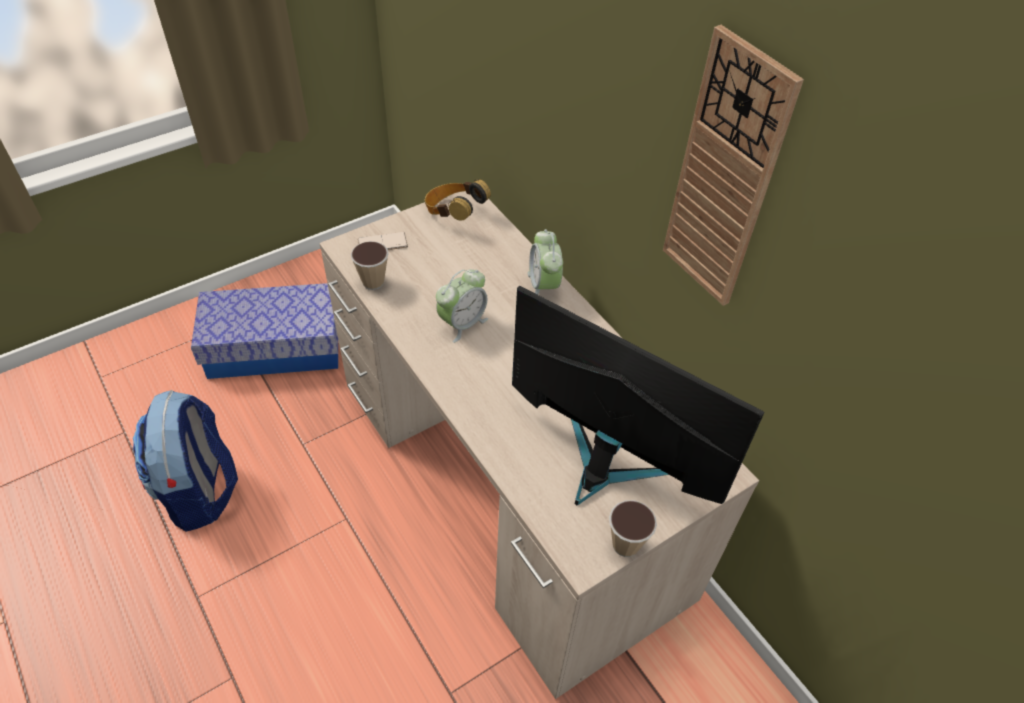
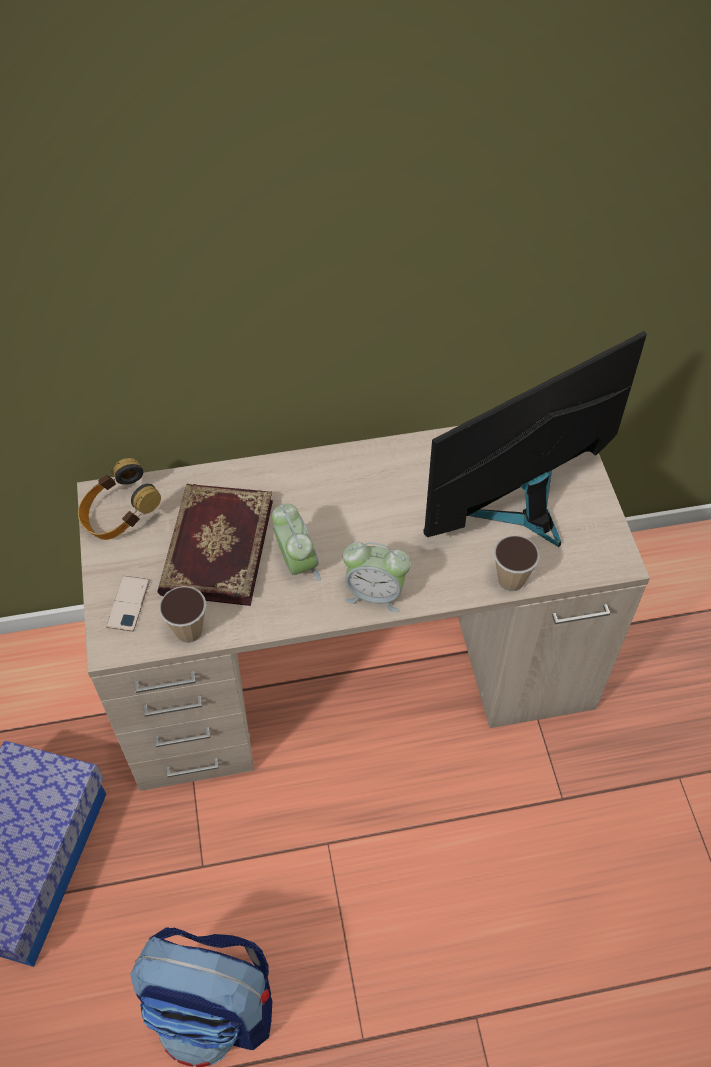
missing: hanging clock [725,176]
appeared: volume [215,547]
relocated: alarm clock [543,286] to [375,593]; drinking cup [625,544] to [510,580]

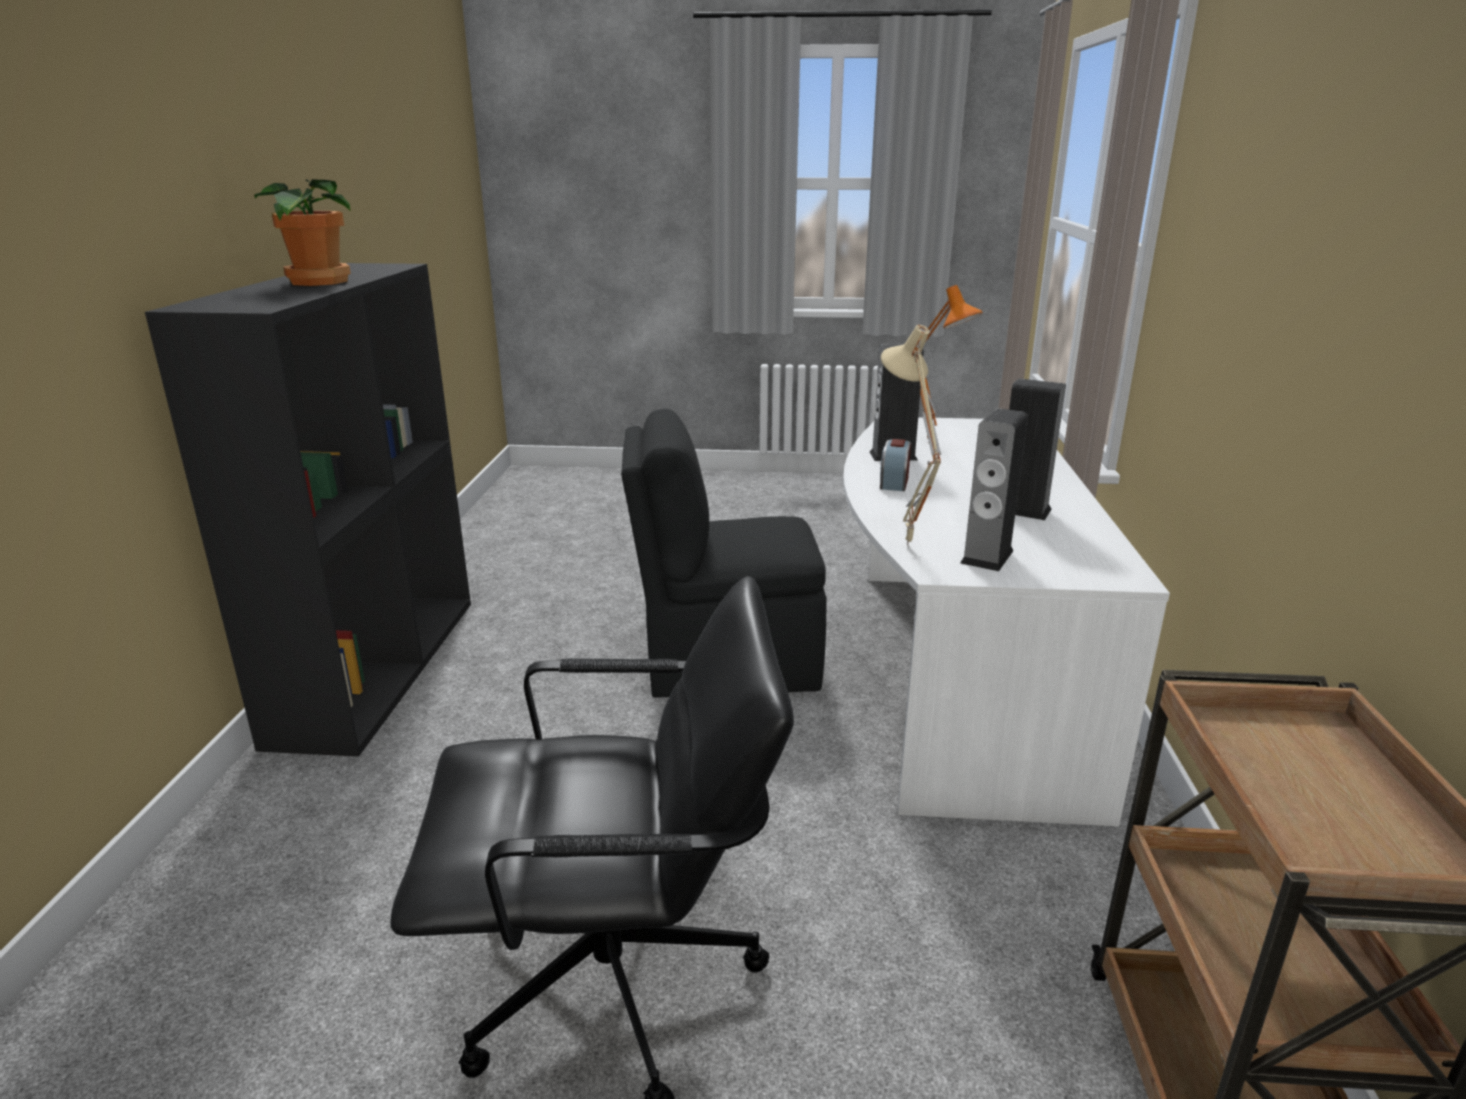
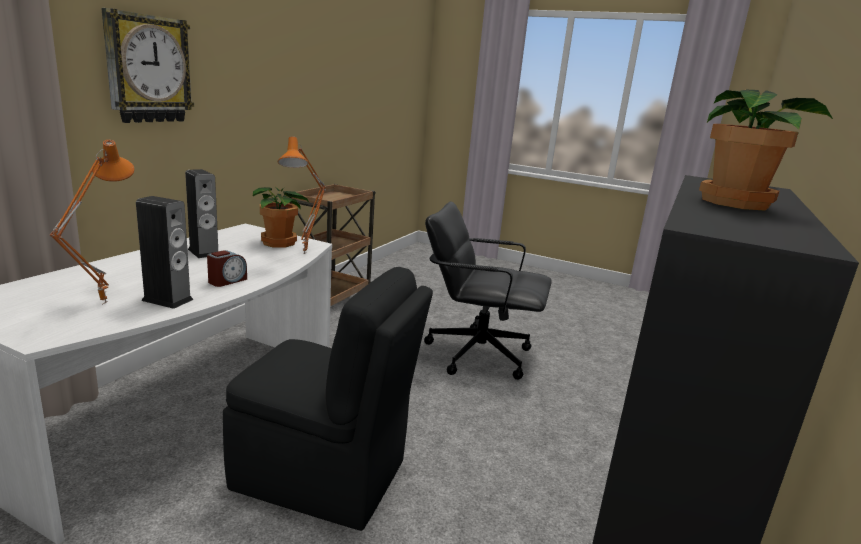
appeared: hanging clock [148,69]
exchanged: audio speaker [987,556] to plant in a pot [280,243]
colour: sand-coloured tabletop lamp [904,546] to orange-coloured tabletop lamp [307,253]

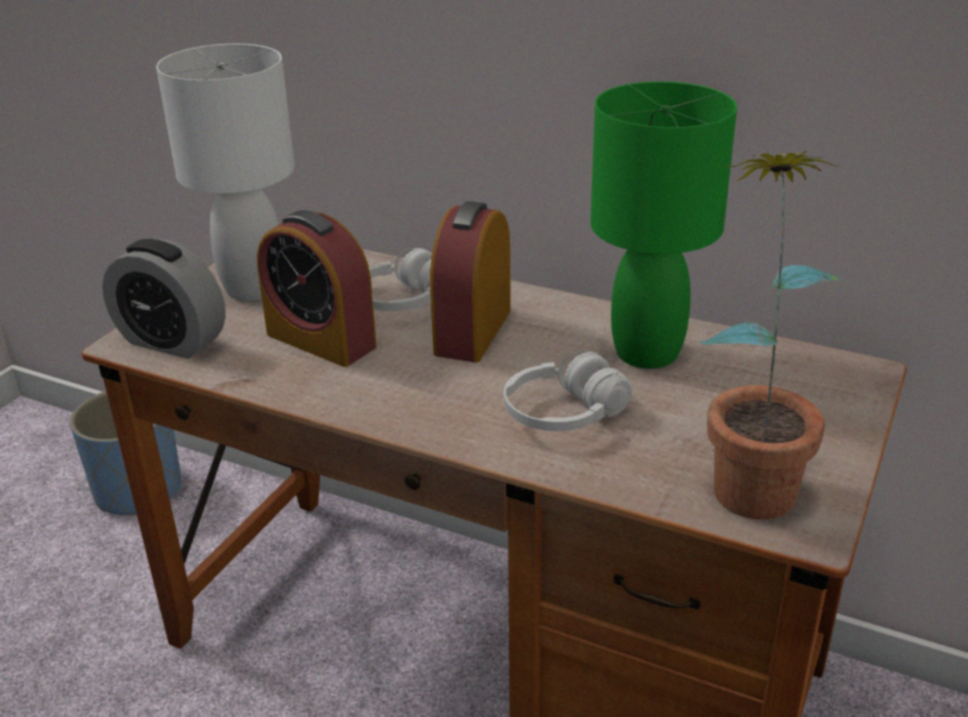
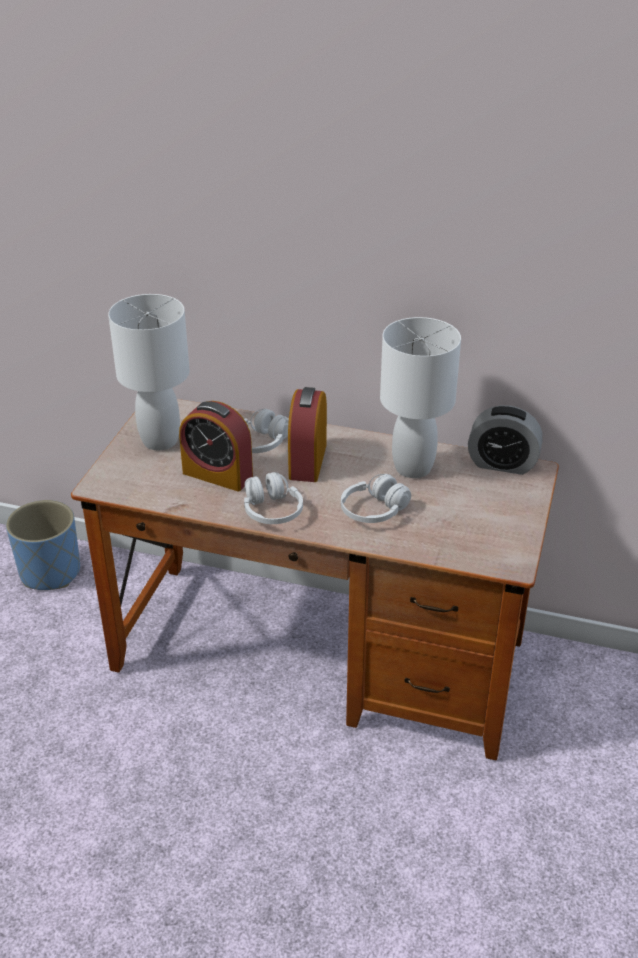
missing: plant in a pot [751,476]
appeared: white headset [272,511]
relocated: alarm clock [172,341] to [502,464]
colour: green-coloured tabletop lamp [648,353] to white tabletop lamp [413,468]

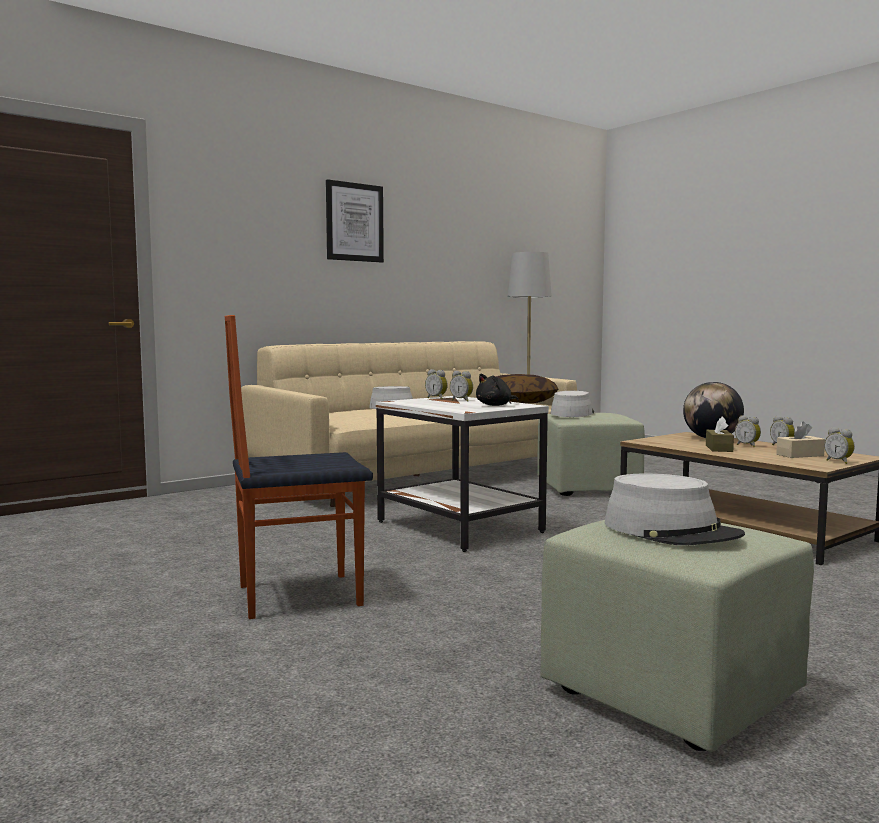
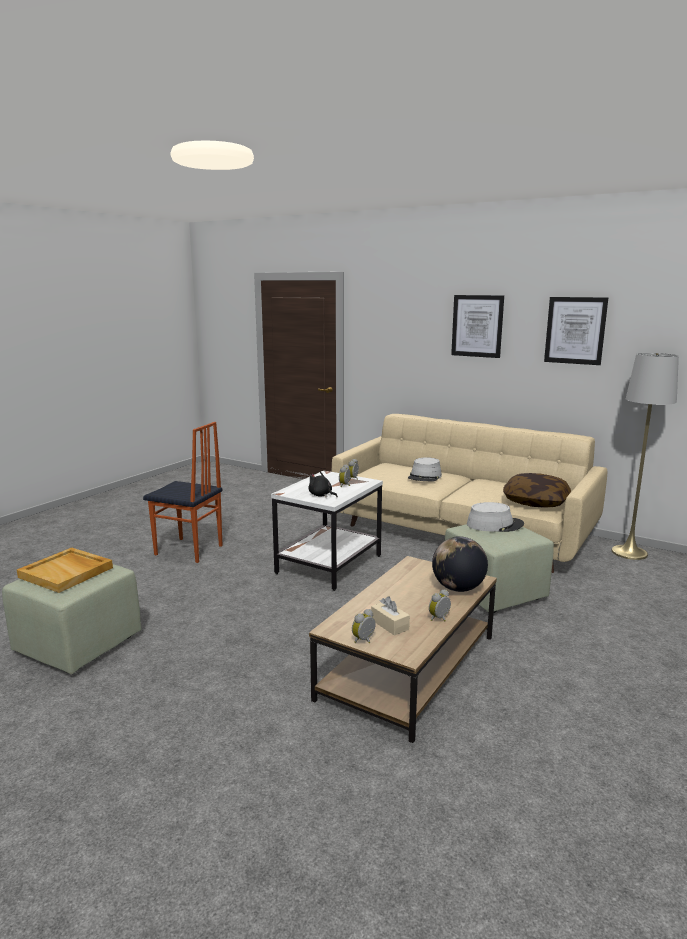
missing: alarm clock [748,446]; brown tissue box [719,448]
appeared: wall picture [575,330]
exchanged: greyish clothing hat [671,530] to sand-coloured tray [67,572]
spun: chair [298,595] = [188,551] 150 degrees clockwise

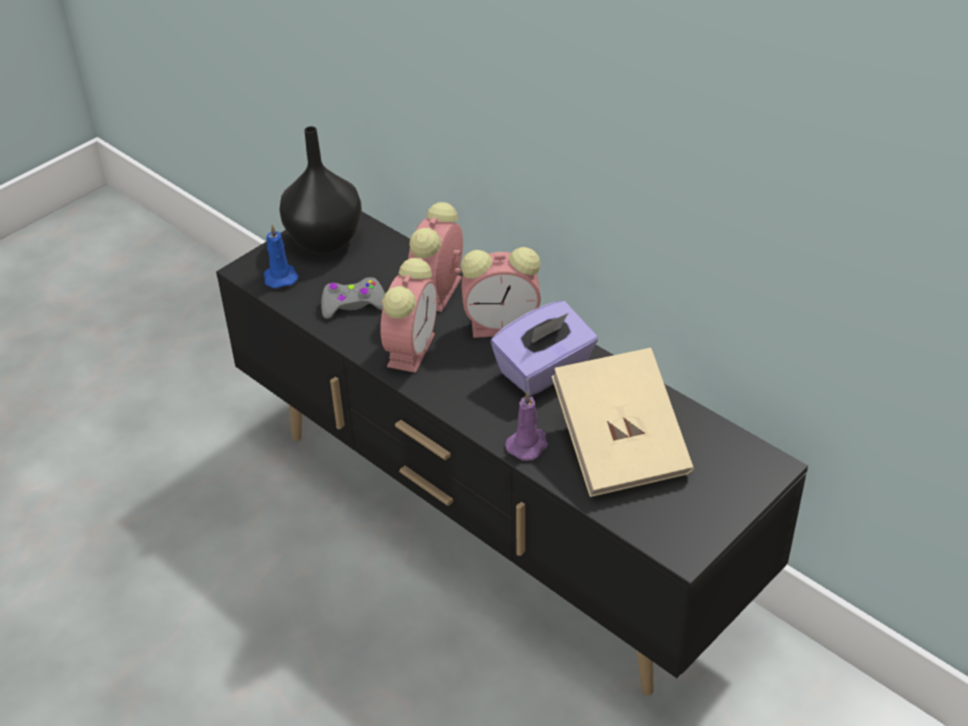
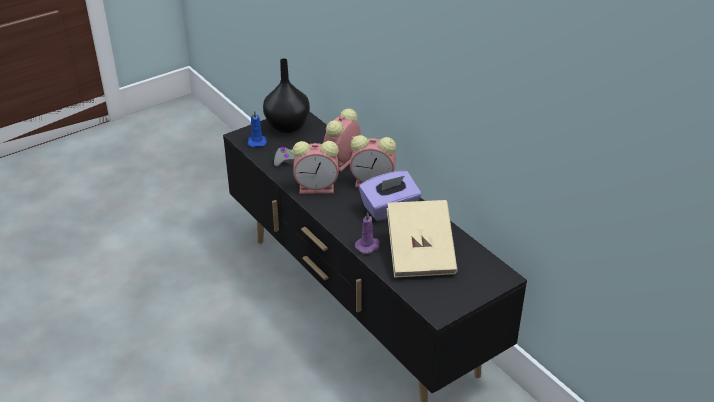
spun: alarm clock [411,348] = [318,187] 60 degrees clockwise

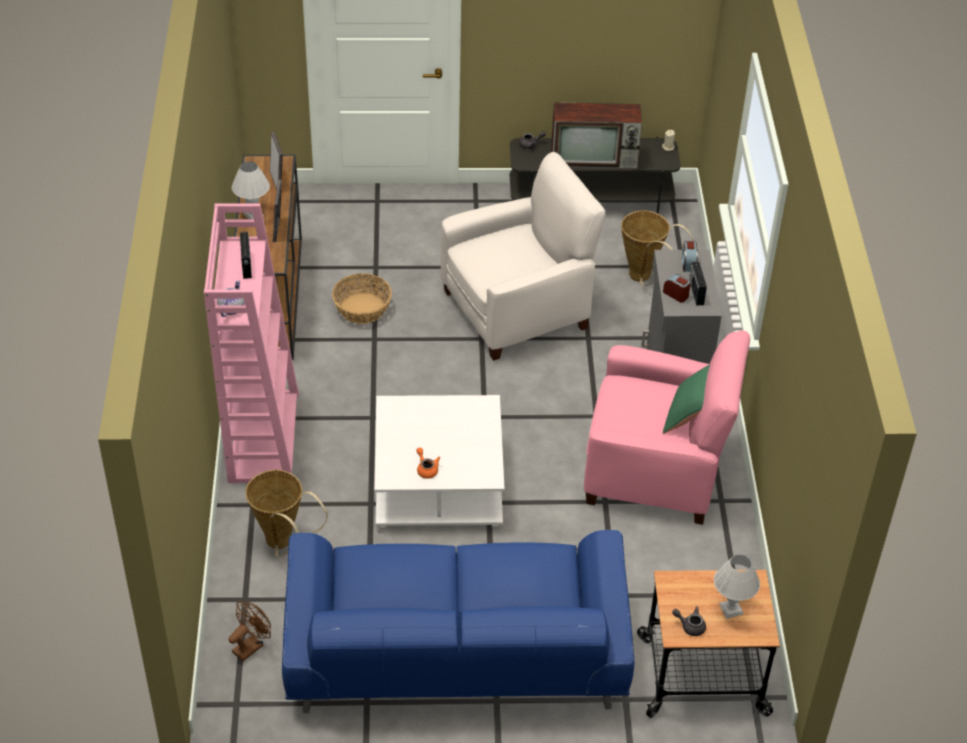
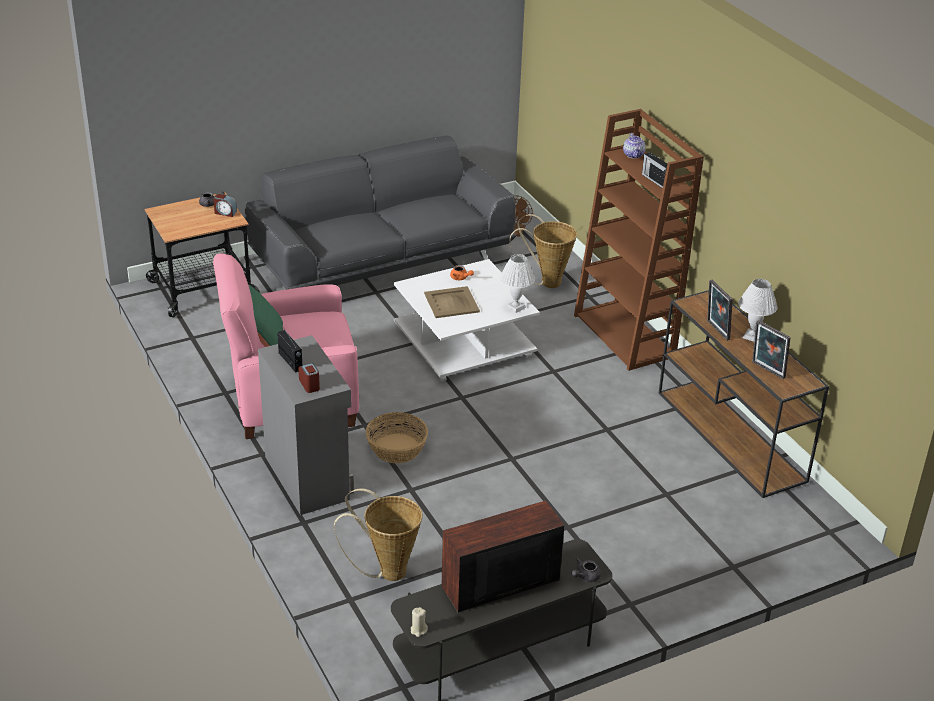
missing: white lounge chair [517,309]
appeared: sand-coloured tray [451,302]
relocated: basket [362,308] to [397,449]; alarm clock [676,294] to [225,212]; white tabletop lamp [731,609] to [515,307]
colour: pinkish bookcase [263,436] to brown bookcase [625,336]; blue-coloured sofa [455,653] to greyish sofa [382,260]

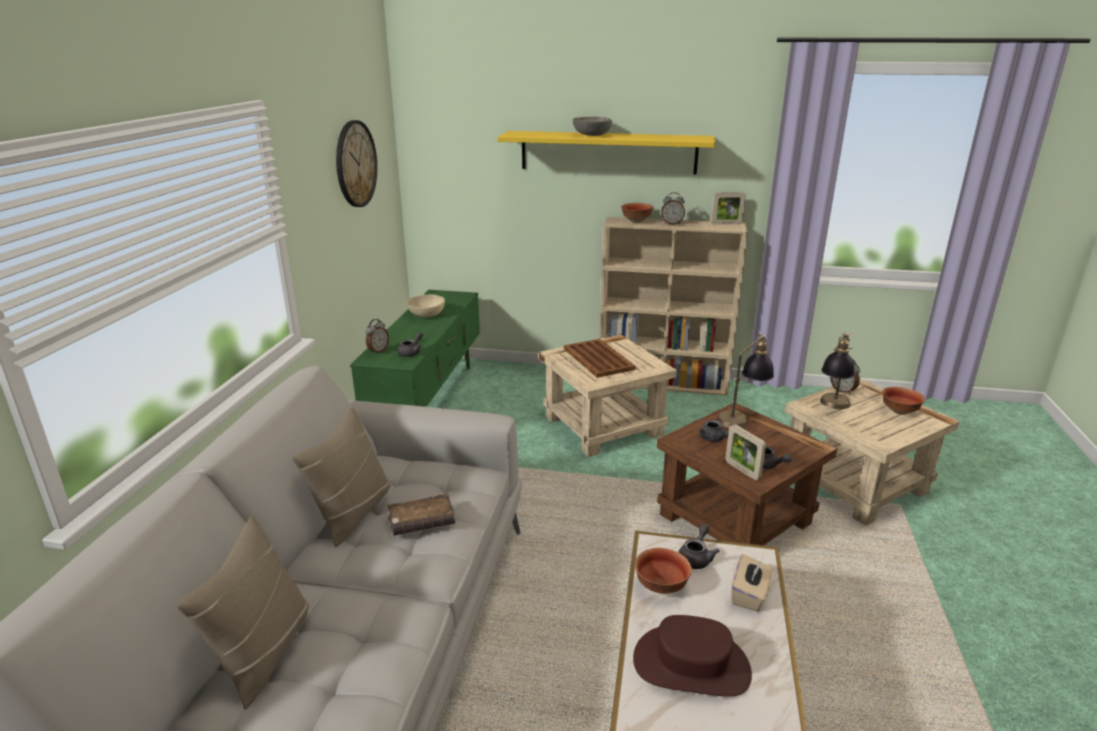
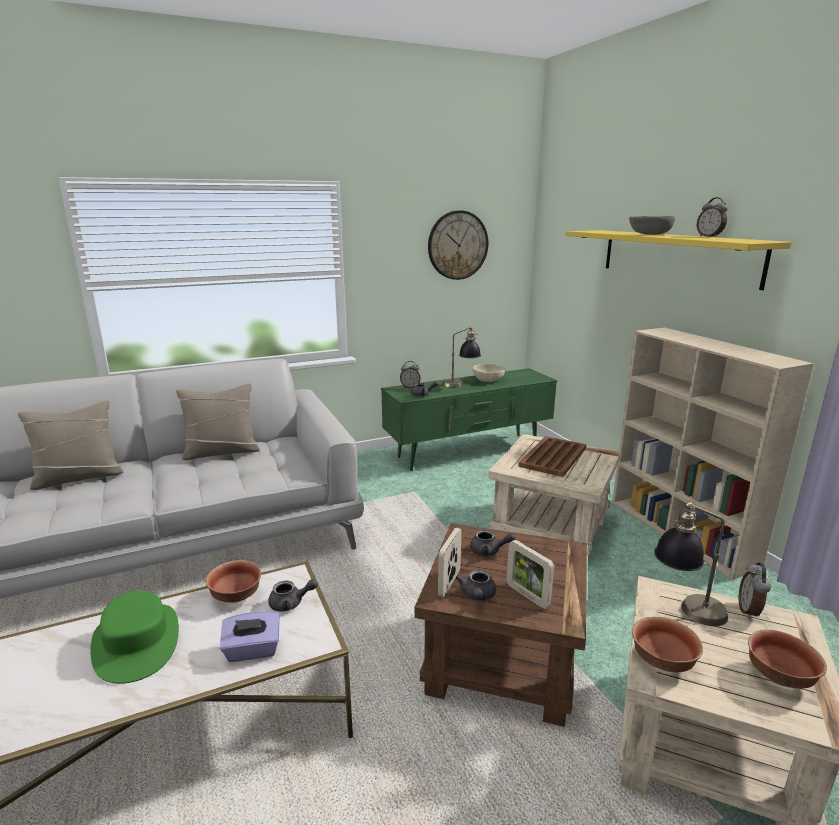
missing: brown volume [421,523]
relocated: alarm clock [672,223] to [709,236]; photo frame [726,224] to [527,595]; deep dish [636,221] to [661,663]; tabletop lamp [742,418] to [460,385]
colour: sand-coloured tissue box [749,595] to purple tissue box [252,650]; brown clothing hat [691,664] to green-coloured clothing hat [137,642]
spun: greyish teapot [713,439] = [489,551] 105 degrees counterclockwise

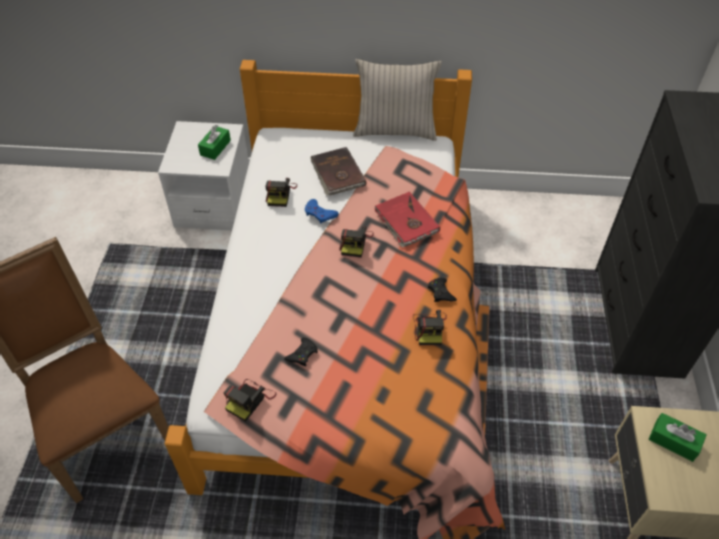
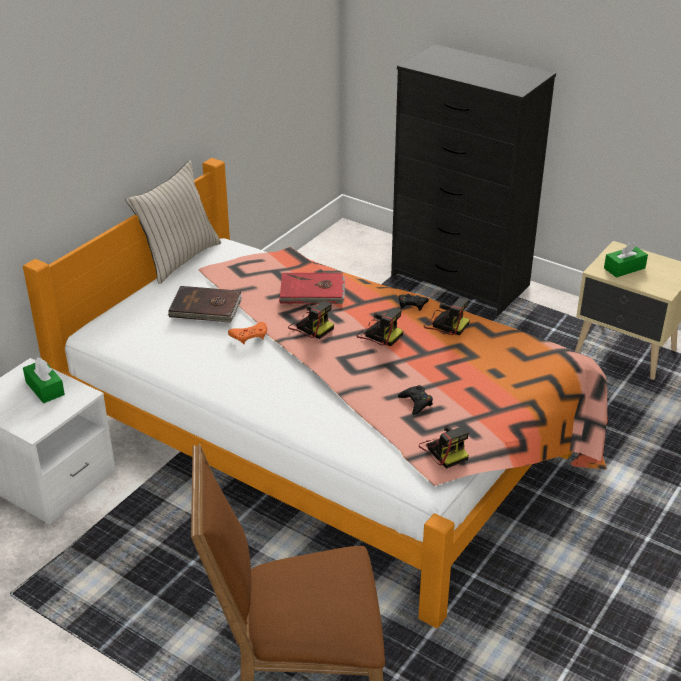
relocated: still camera [280,194] to [379,334]
colour: blue-coloured joypad [320,214] to orange-coloured joypad [249,336]

